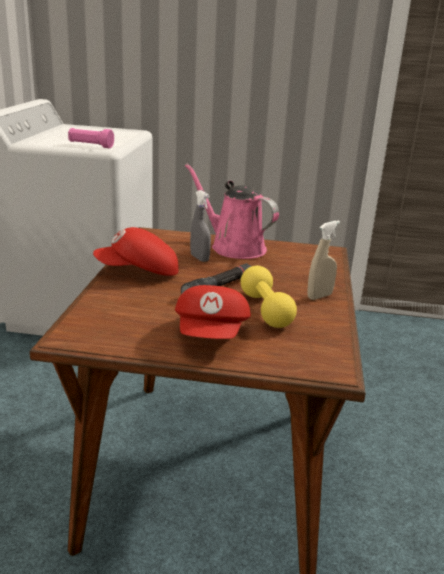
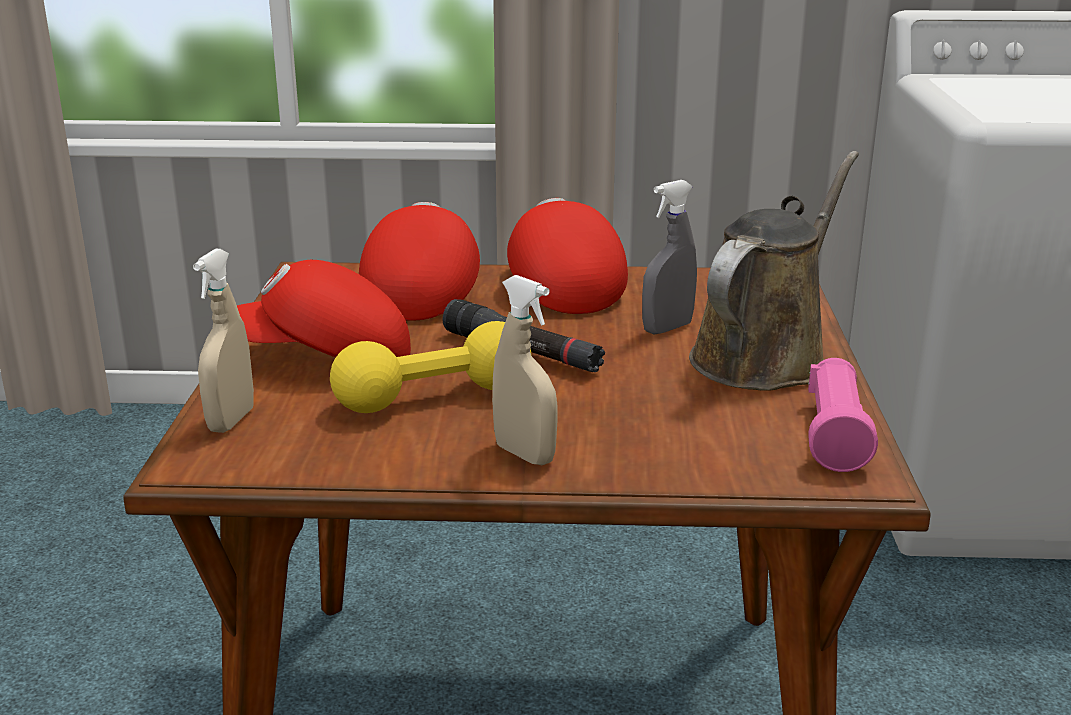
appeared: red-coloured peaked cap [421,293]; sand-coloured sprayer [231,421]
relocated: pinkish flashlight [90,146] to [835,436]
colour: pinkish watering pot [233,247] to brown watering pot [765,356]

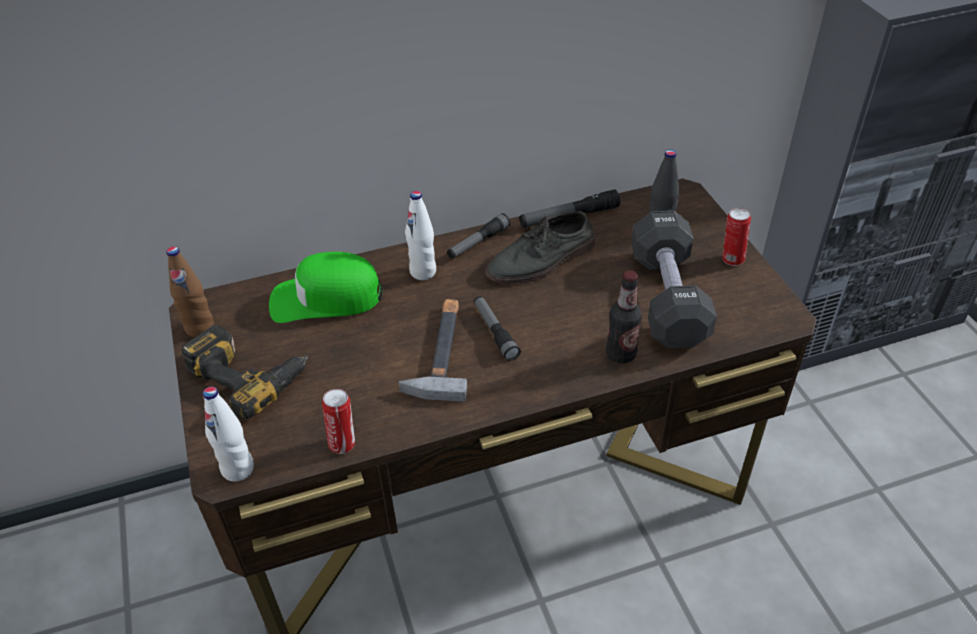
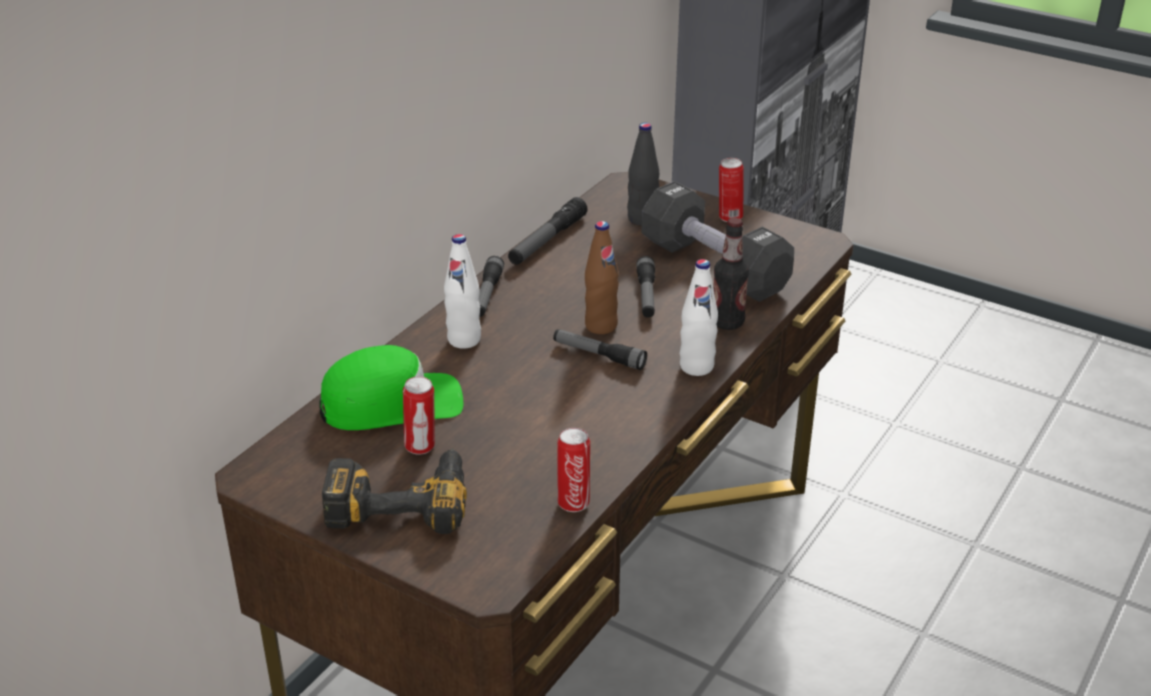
missing: greyish shoe [542,260]; hand hammer [440,351]
appeared: flashlight [646,295]; can [421,447]
relocated: brown beverage bottle [200,328] to [601,326]; white beverage bottle [238,469] to [696,367]
spun: green-coloured peaked cap [326,298] = [392,404] 150 degrees counterclockwise

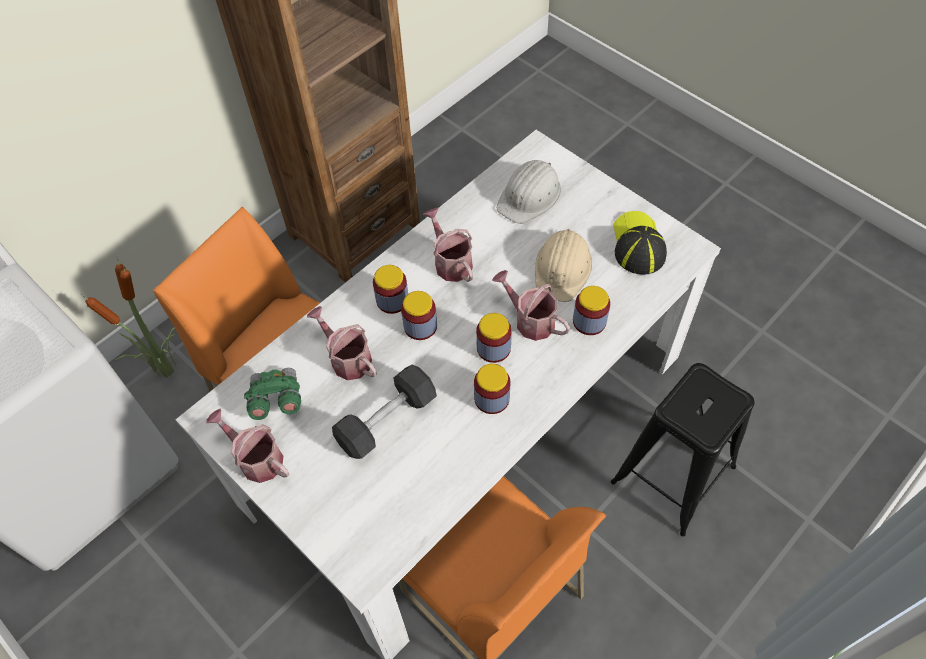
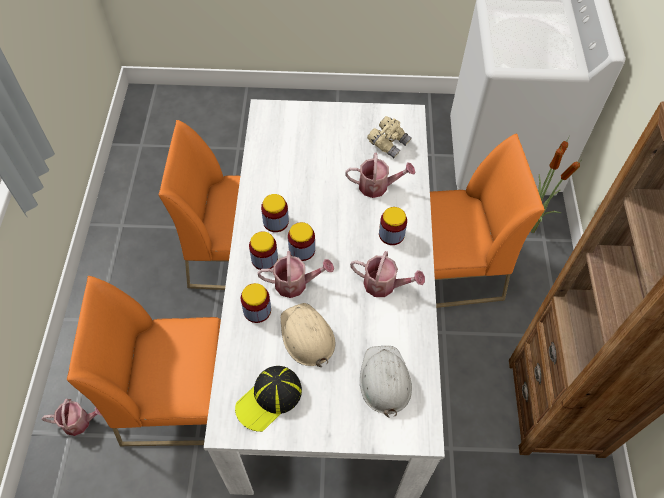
missing: greyish dumbbell [386,420]
relocated: preserve jar [420,326] to [264,259]; watering pot [256,458] to [80,421]
exchanged: black-coloured stool seat [673,473] to orange-coloured chair [178,398]
colour: green-coloured field glasses [276,400] to sand-coloured field glasses [388,143]
spun: peaked cap [637,245] = [269,399] 90 degrees clockwise

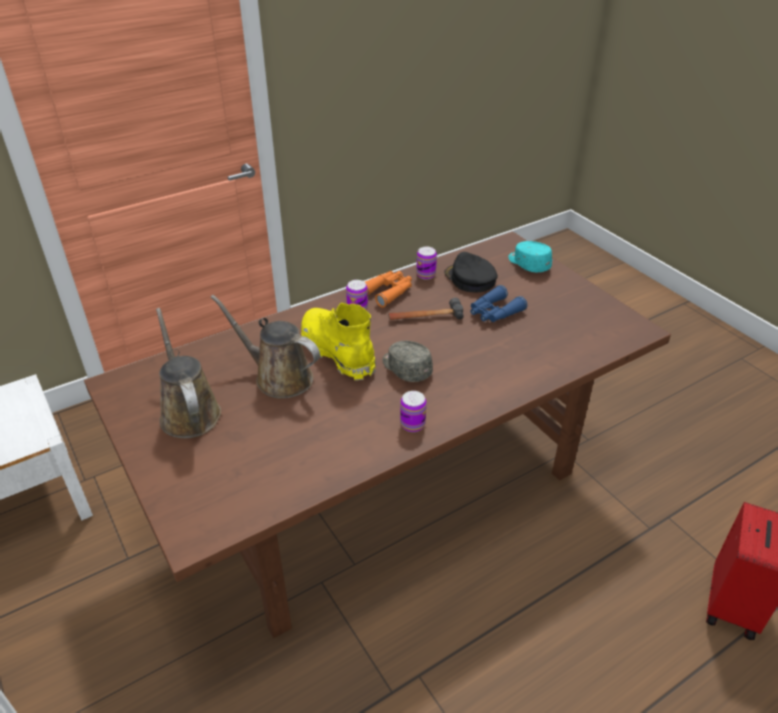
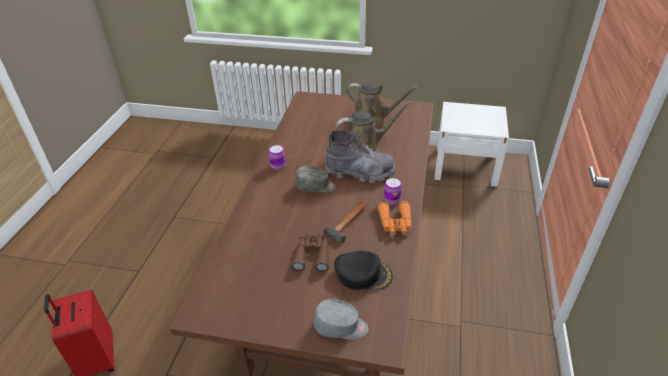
missing: can [426,274]
colour: blue-green peaked cap [528,264] to greyish peaked cap [341,327]; blue-coloured field glasses [494,312] to brown field glasses [312,255]; yellow-coloured boot [338,352] to greyish boot [360,172]

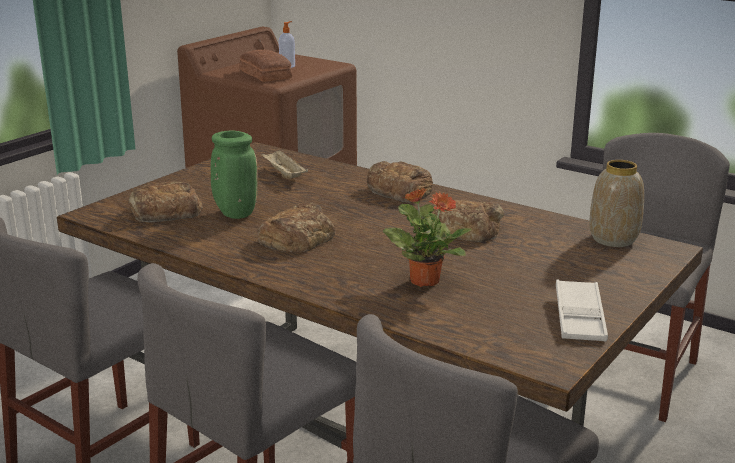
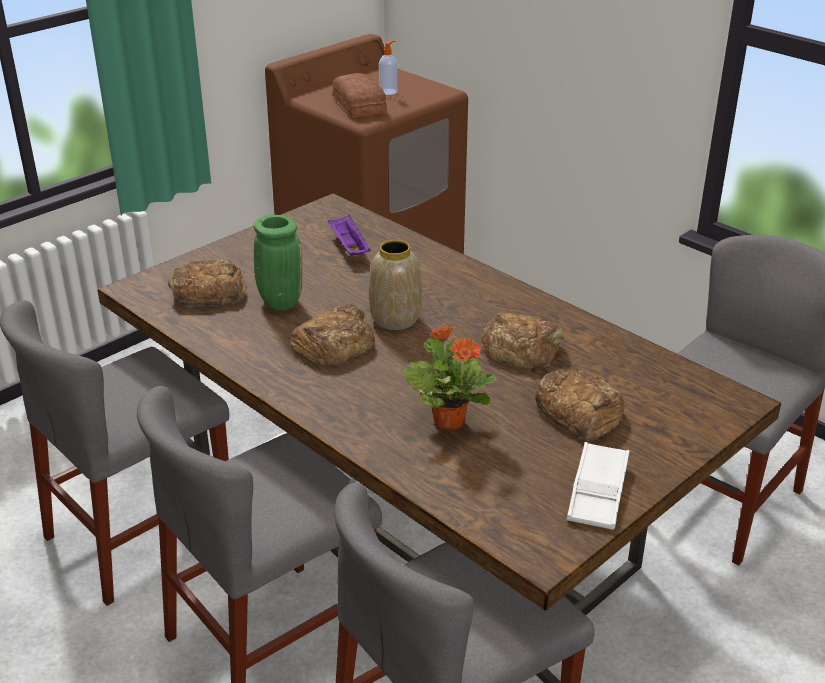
relocated: vase [612,239] to [394,319]; bakery bread [399,190] to [578,412]
colour: sand-coloured tray [284,174] to purple tray [348,247]

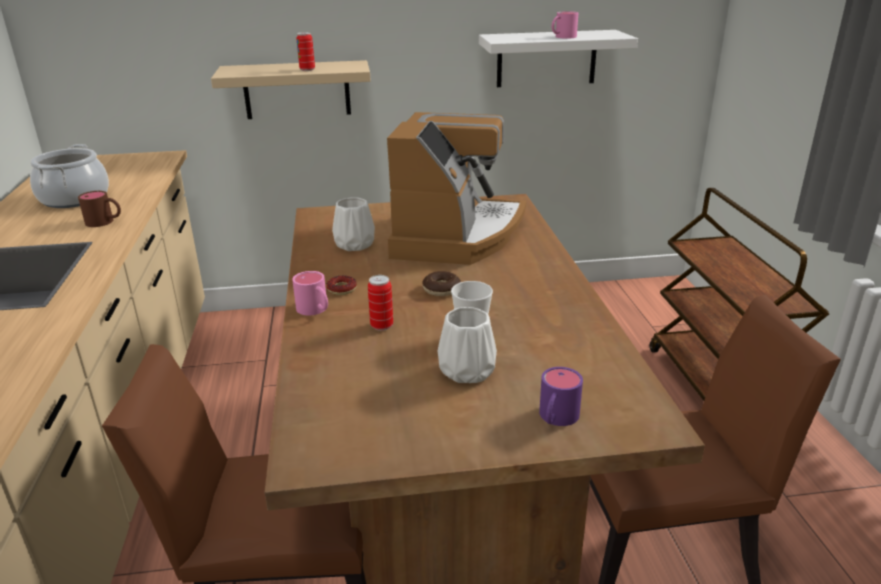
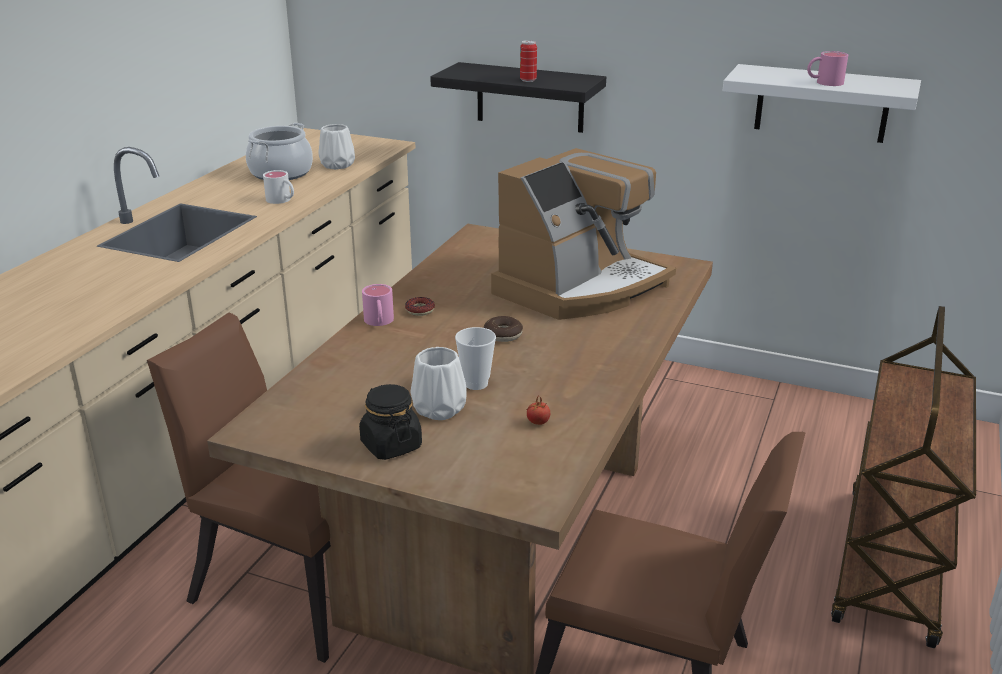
missing: can [382,326]; purple coffee mug [556,419]
appeared: black-coloured preserve jar [391,445]; fresh tomato [538,422]
relocated: white vase [353,244] to [336,165]
colour: sand-coloured bracket shelf [297,90] to black-coloured bracket shelf [530,97]; brown coffee mug [105,222] to white coffee mug [282,200]

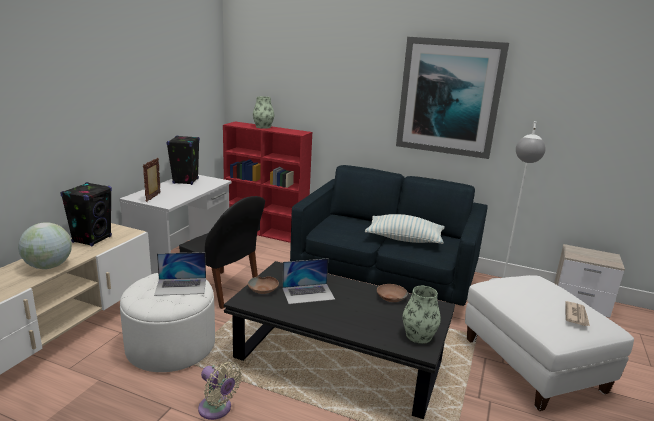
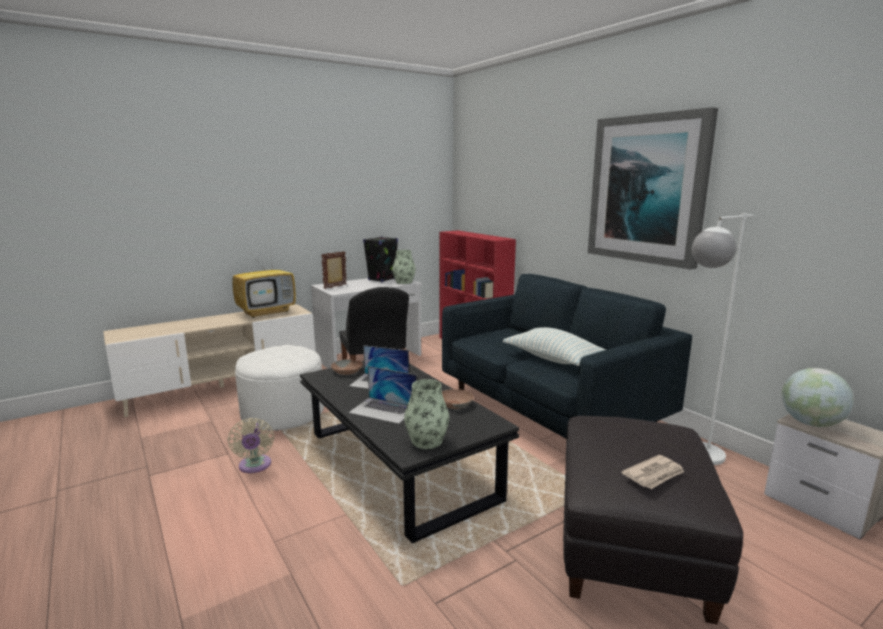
relocated: vase [263,127] to [404,282]; world globe [49,266] to [810,423]; laptop [181,286] to [383,410]
exchanged: black-coloured audio speaker [92,239] to television [267,312]
colour: white footrest [532,365] to black-coloured footrest [631,547]

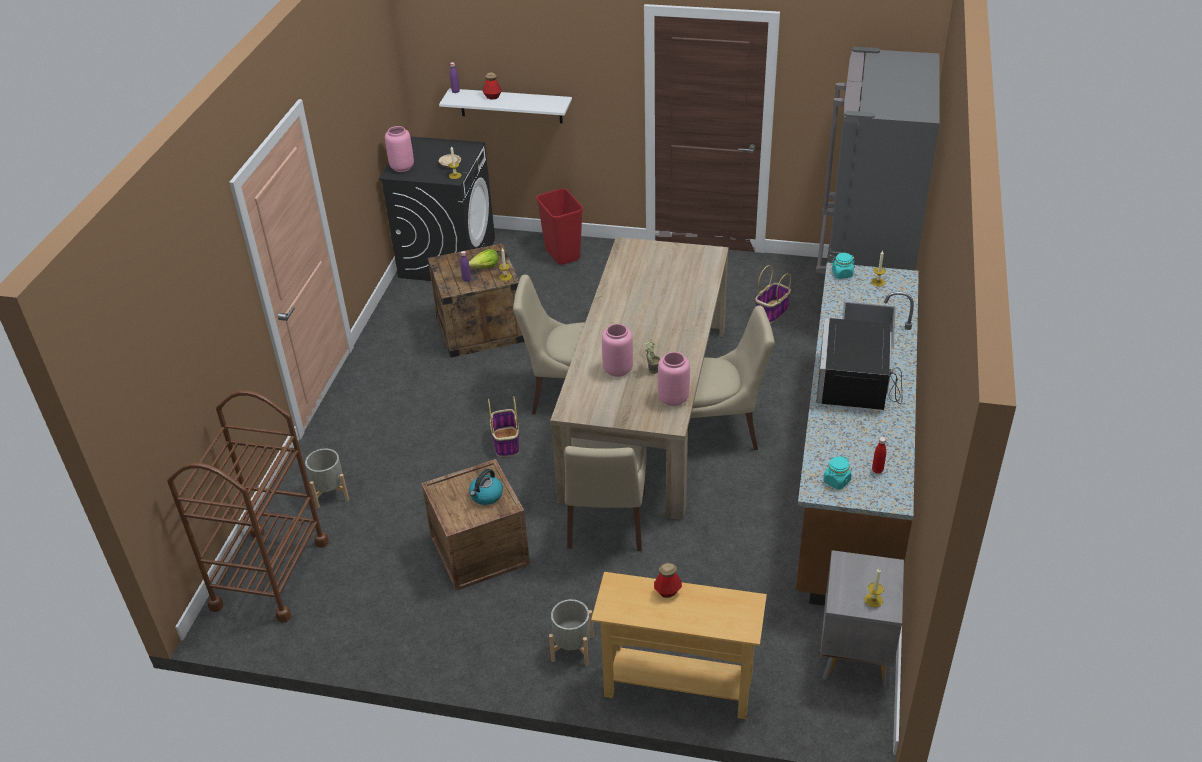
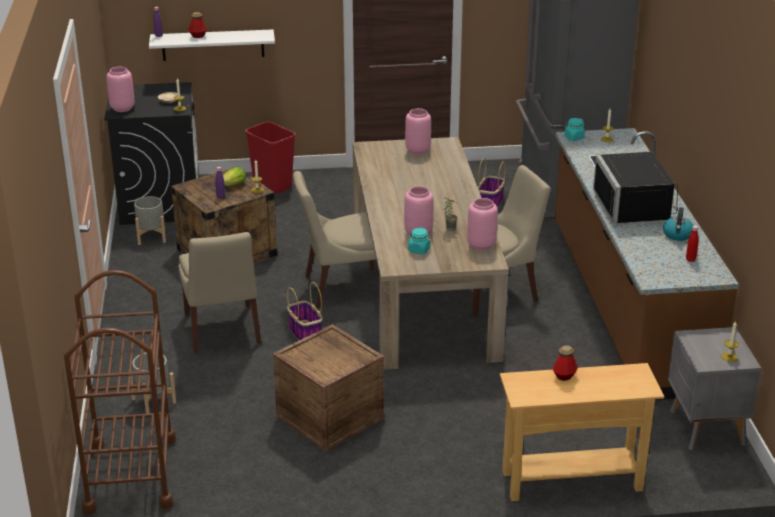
appeared: pinkish vase [417,151]
relocated: sand-coloured chair [606,522] to [222,331]; blue-green preserve jar [836,481] to [419,250]; tea kettle [486,496] to [677,235]; greyish planter [572,648] to [151,237]

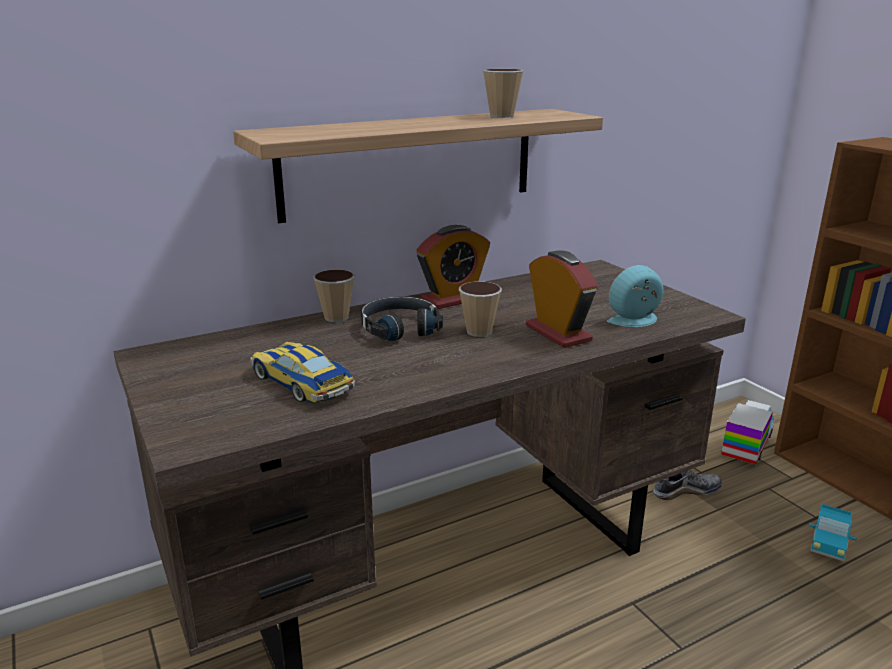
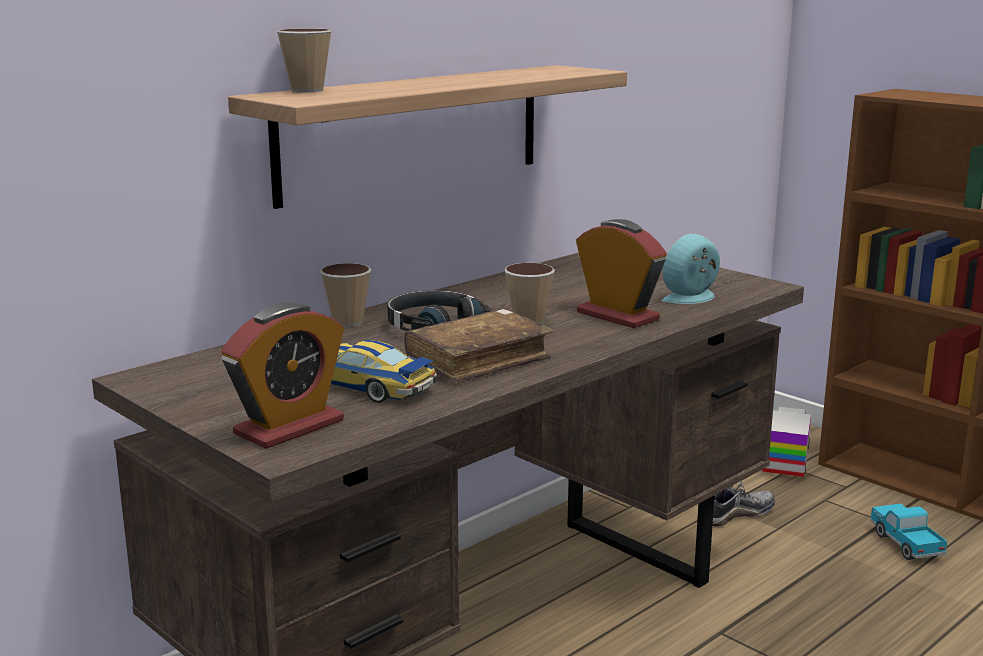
appeared: brown volume [478,361]
relocated: drinking cup [501,116] to [307,90]; alarm clock [453,299] to [289,427]
spun: model truck [829,542] = [905,544] 150 degrees clockwise

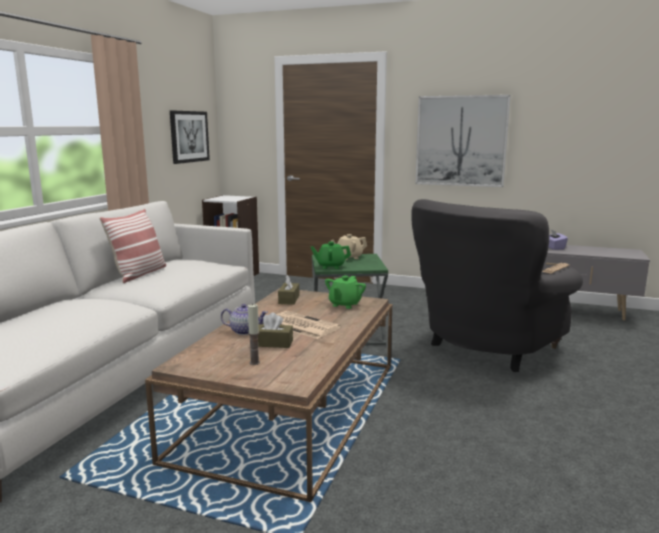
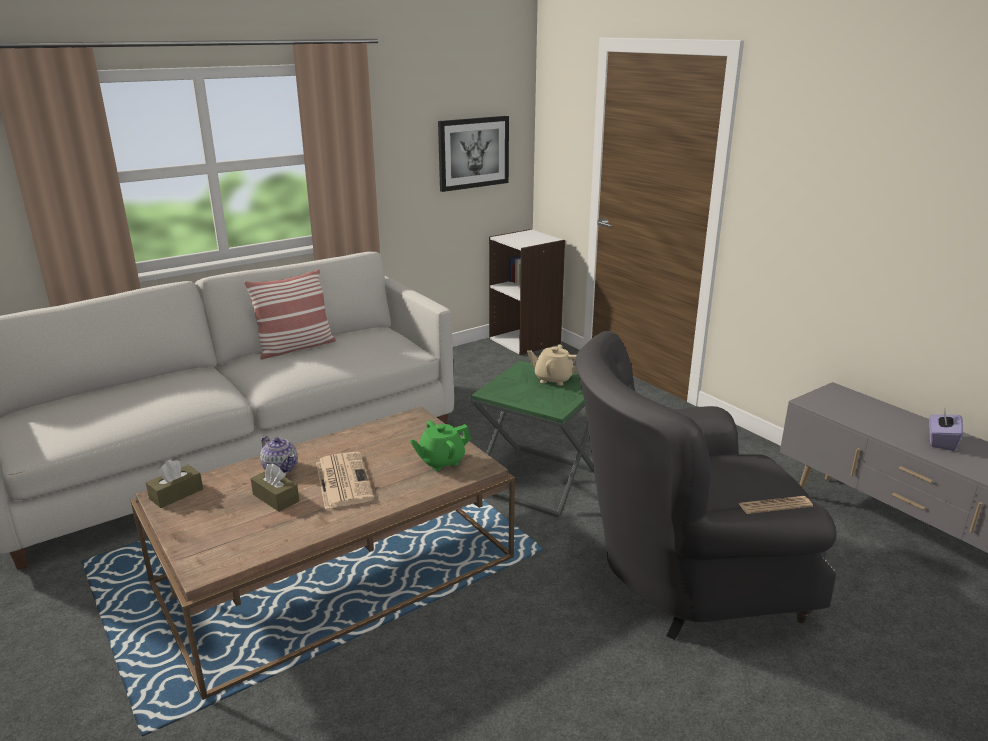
missing: wall picture [461,141]; green-coloured teapot [330,266]; candle [254,362]
relocated: brown tissue box [289,299] to [176,494]

